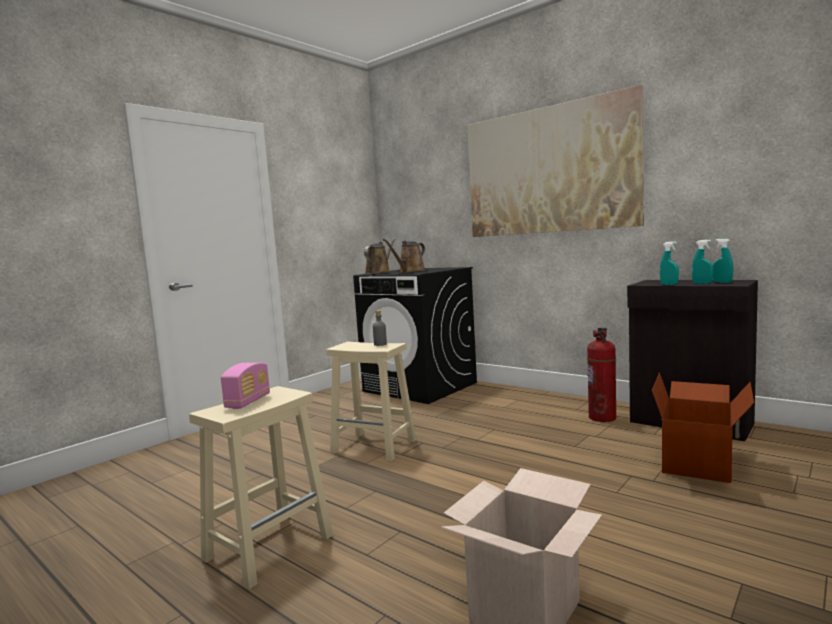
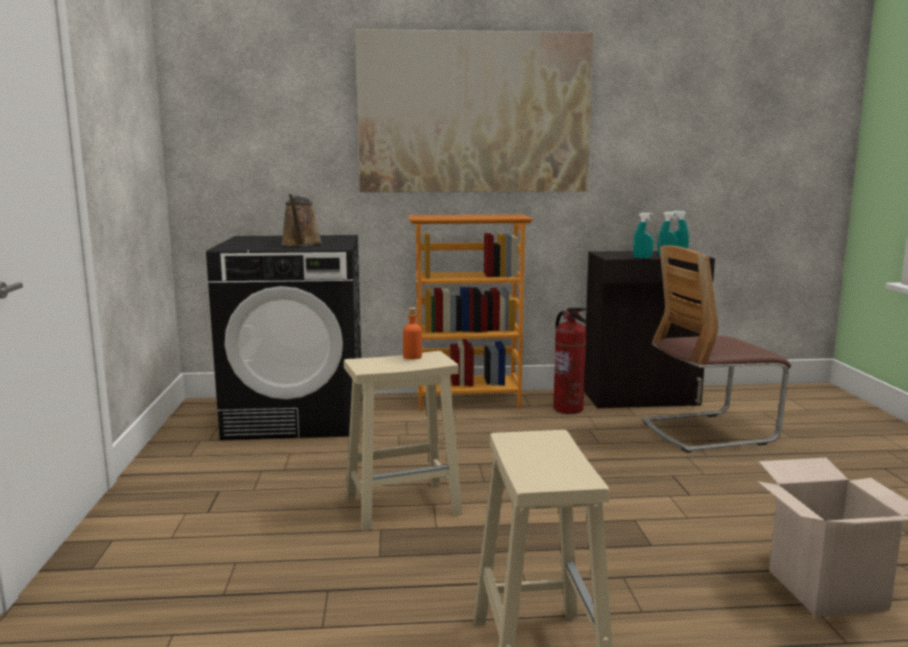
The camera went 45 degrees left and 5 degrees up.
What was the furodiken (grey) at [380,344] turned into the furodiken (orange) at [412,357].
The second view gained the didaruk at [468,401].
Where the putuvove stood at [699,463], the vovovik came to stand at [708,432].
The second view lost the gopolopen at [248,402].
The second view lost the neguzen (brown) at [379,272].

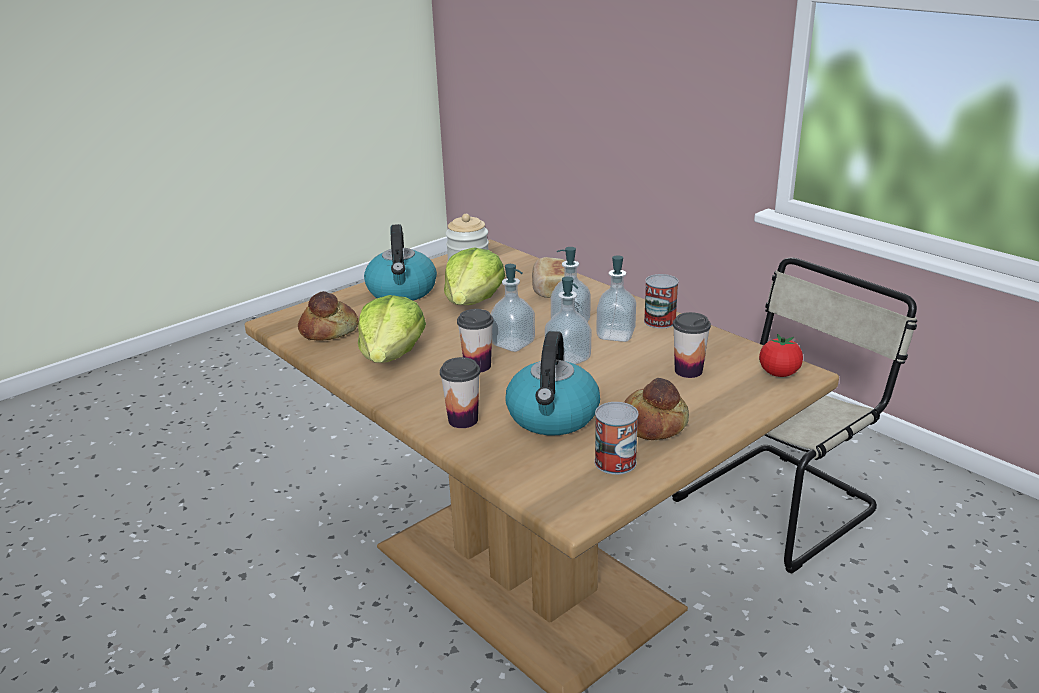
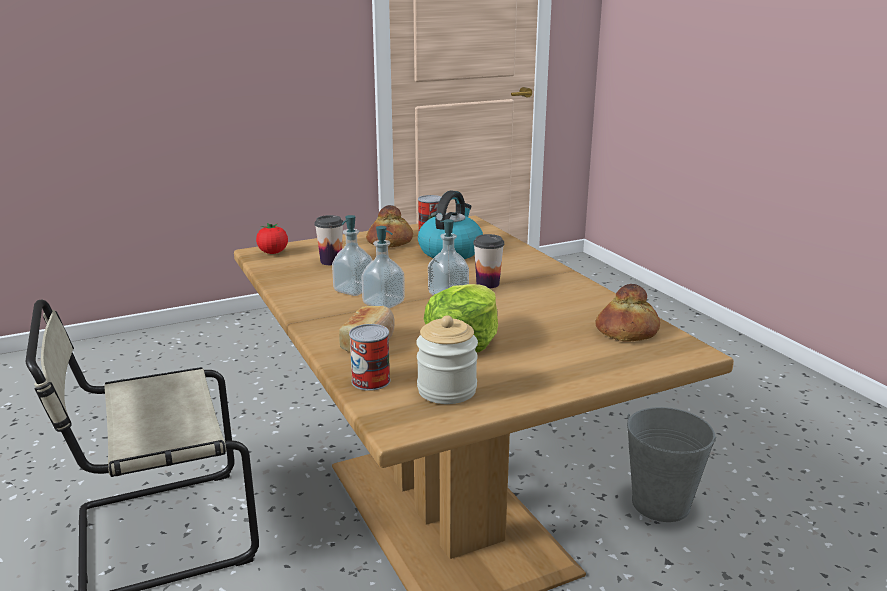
The camera went 165 degrees left and 5 degrees down.
The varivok ended up elsewhere, having gone from [660,321] to [371,381].
The second view gained the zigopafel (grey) at [660,503].
The second view lost the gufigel at [392,355].
The second view lost the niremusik at [402,291].
The second view lost the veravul at [463,420].
The second view lost the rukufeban at [567,359].

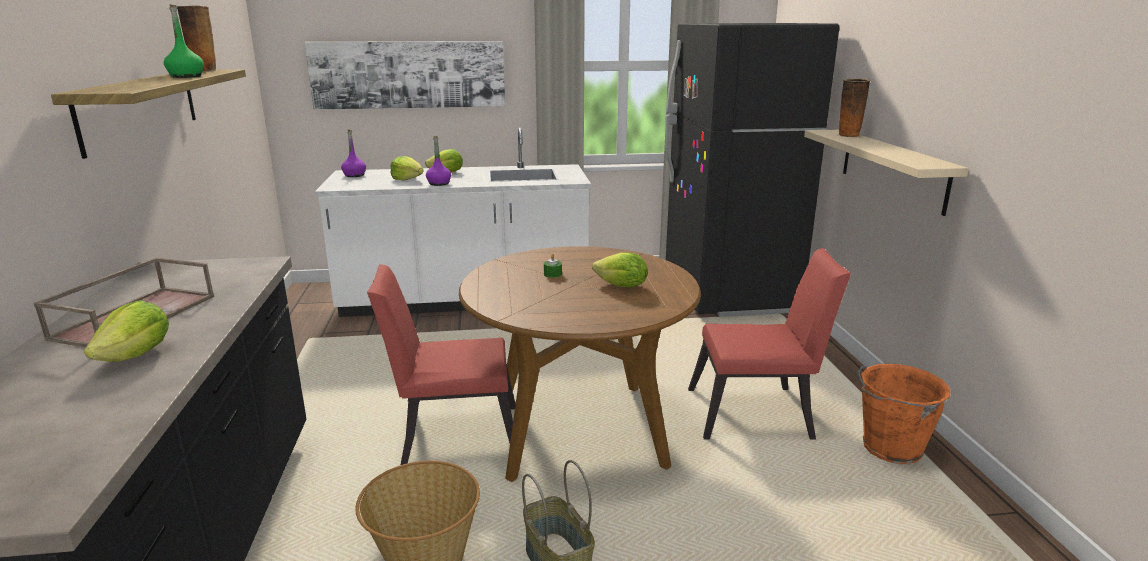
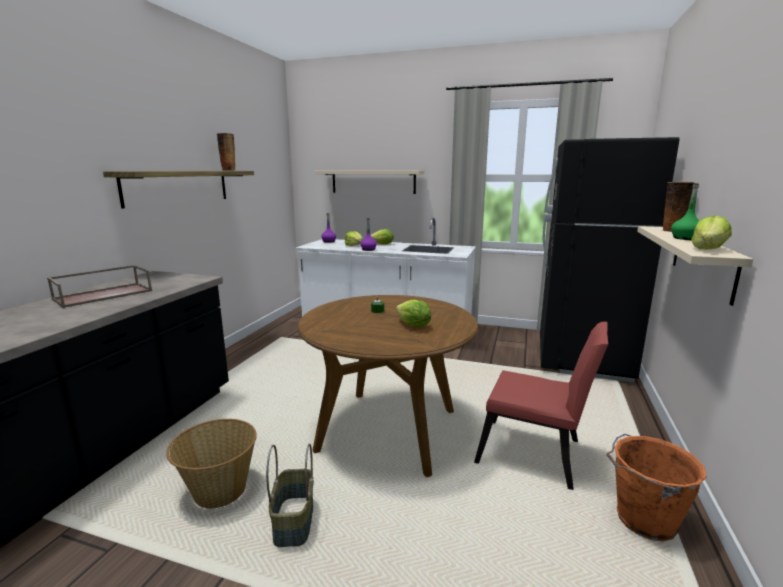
The camera went 25 degrees right and 5 degrees down.
Where the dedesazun hung at [408,74], the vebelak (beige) came to hang at [373,181].
The furodiken (green) ended up elsewhere, having gone from [186,76] to [686,238].
The gufigel ended up elsewhere, having gone from [137,355] to [708,249].
The second view lost the vovovik (red) at [452,437].

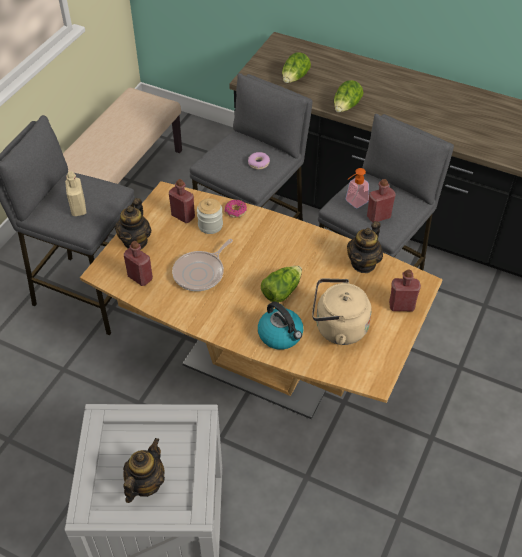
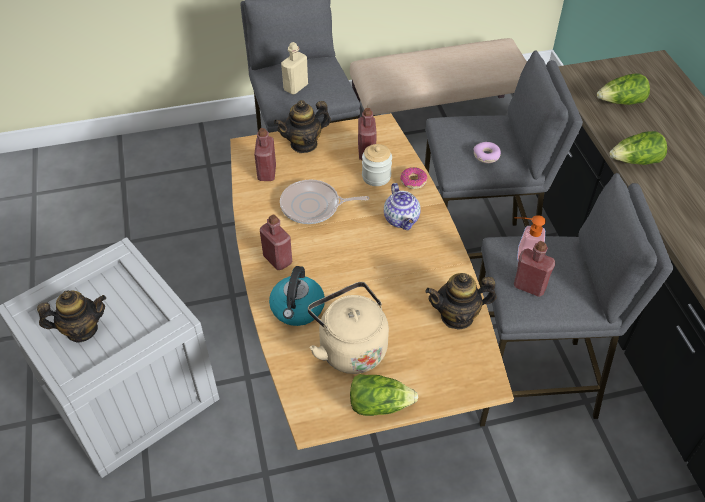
The camera went 50 degrees right and 0 degrees up.
The furodiken (red) ended up elsewhere, having gone from [401,306] to [277,259].
The gufigel ended up elsewhere, having gone from [281,291] to [379,404].
The second view gained the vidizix at [402,220].

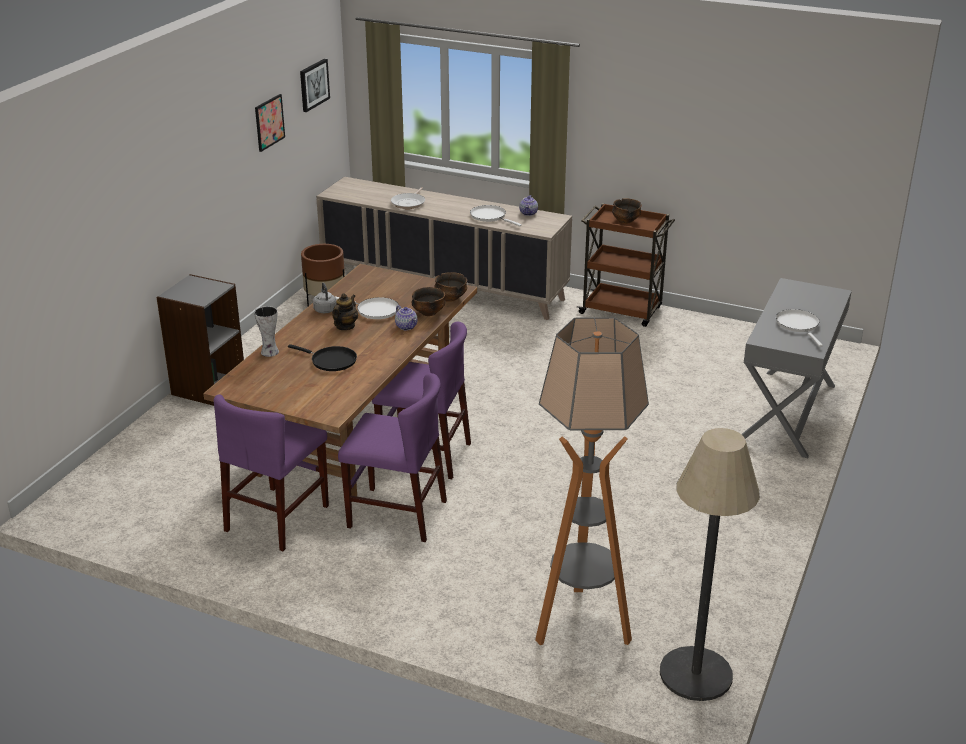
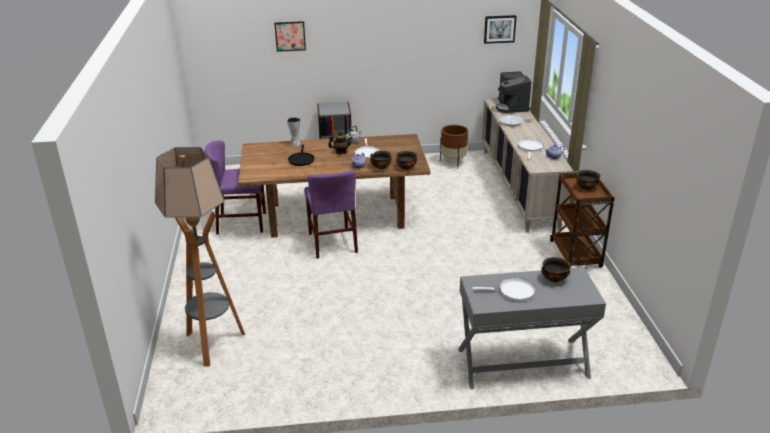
The camera went 60 degrees right and 0 degrees up.
The dedesazun ended up elsewhere, having gone from [269,122] to [290,36].
The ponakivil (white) at [798,325] ended up facing another way, 45 degrees clockwise from before.
The second view gained the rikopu at [512,107].
The second view gained the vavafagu at [554,279].
The second view lost the vovovik (purple) at [397,514].
The second view lost the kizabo at [695,674].

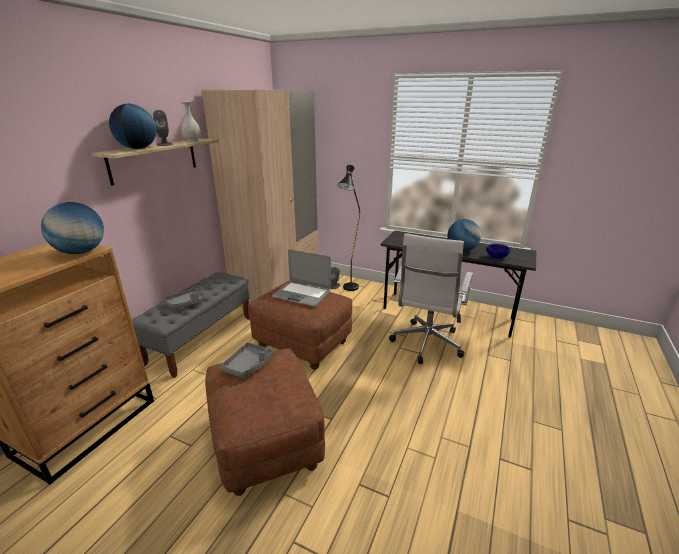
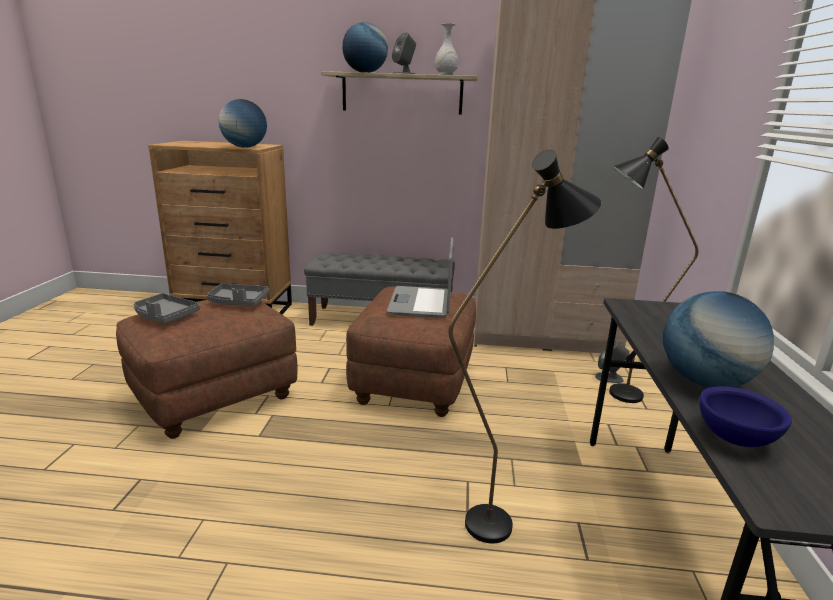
The camera went 70 degrees right and 5 degrees down.
The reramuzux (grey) ended up elsewhere, having gone from [186,303] to [165,316].
Where the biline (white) stood at [426,345], the kizabo (black) came to stand at [503,519].

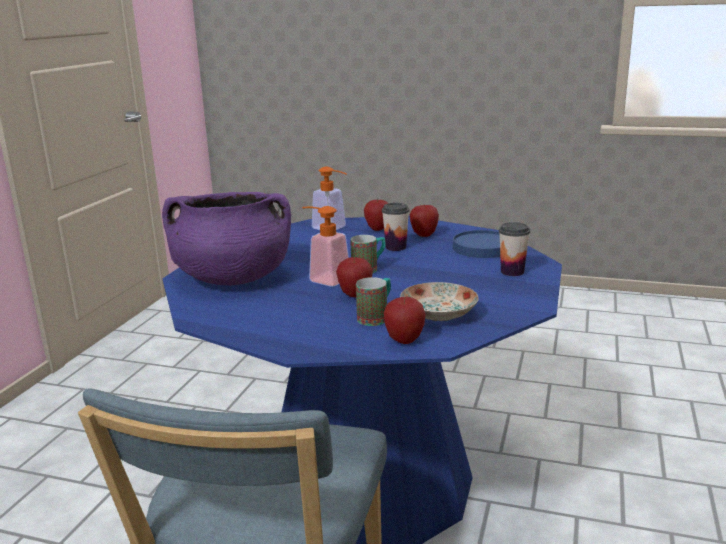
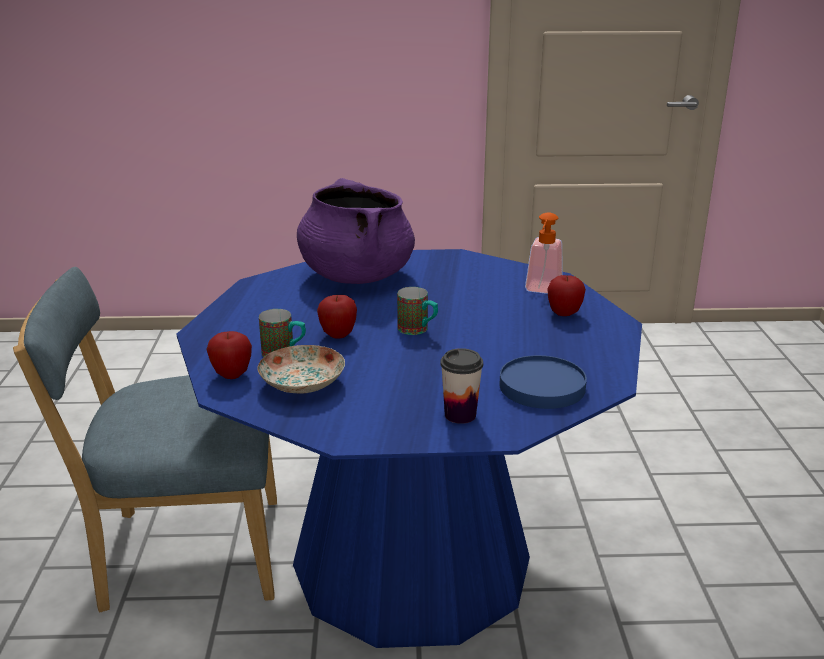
The camera went 70 degrees right and 5 degrees up.
The second view lost the rukufeban at [324,279].
The second view lost the veravul at [396,247].
The second view lost the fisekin at [424,235].

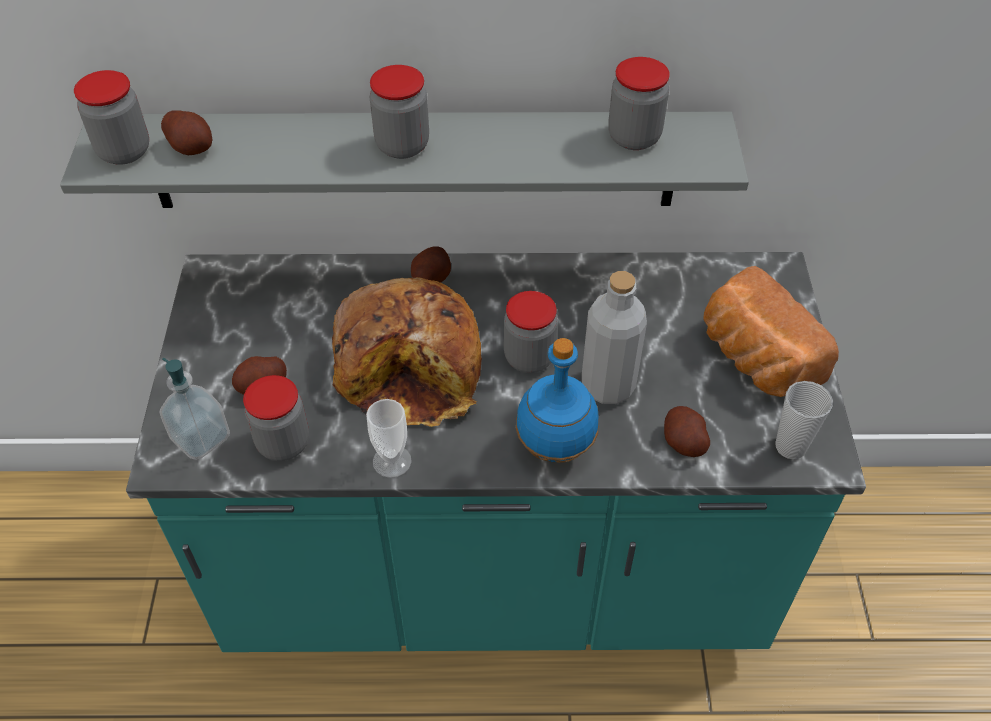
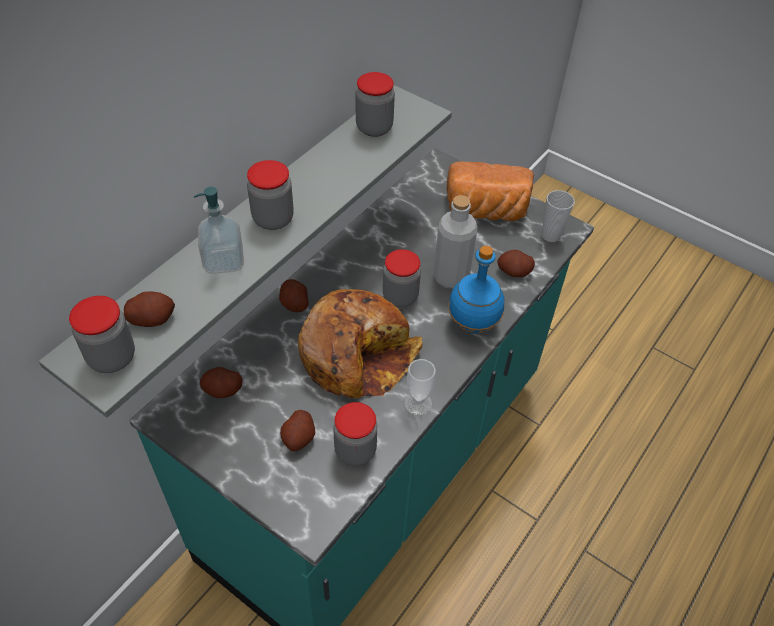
The camera went 55 degrees left and 0 degrees up.
The rukufeban ended up elsewhere, having gone from [201,438] to [224,261].
The second view gained the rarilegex at [223,390].

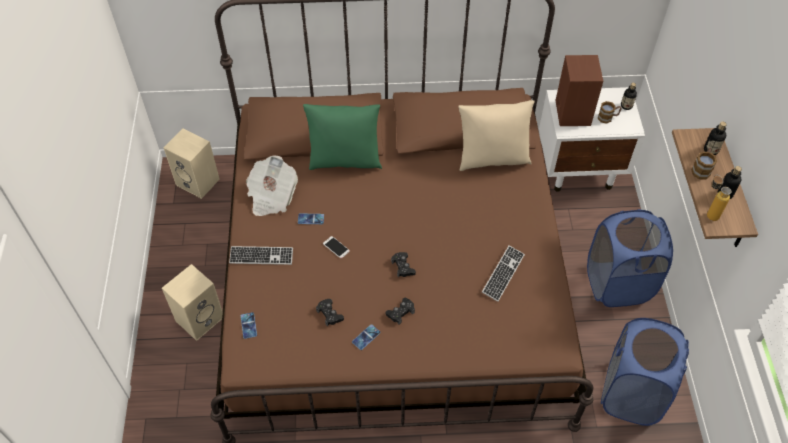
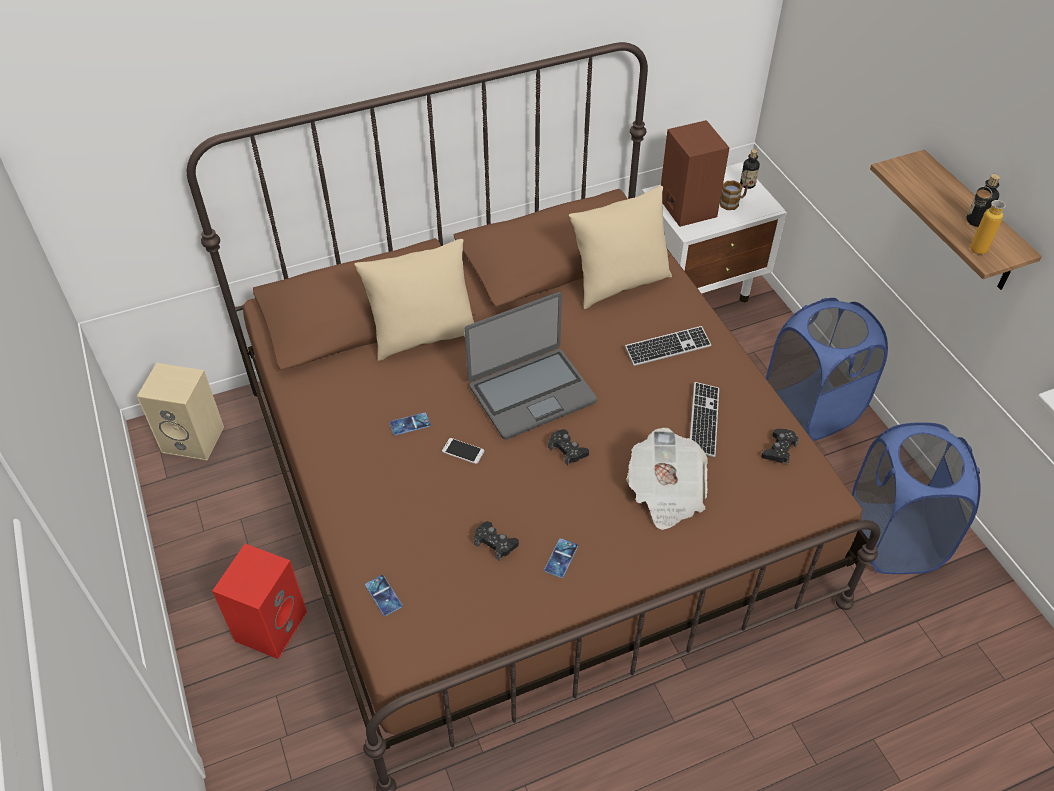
The camera went 20 degrees left and 5 degrees down.
What was the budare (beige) at [200,317] turned into the budare (red) at [271,624].
What was the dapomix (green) at [345,160] turned into the dapomix (beige) at [423,336].
The second view gained the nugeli at [531,393].
The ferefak ended up elsewhere, having gone from [261,256] to [667,347].
The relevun ended up elsewhere, having gone from [271,196] to [665,493].
The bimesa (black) ended up elsewhere, having gone from [400,312] to [779,449].
The second view lost the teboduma at [701,169].
The second view lost the furodiken at [711,150].

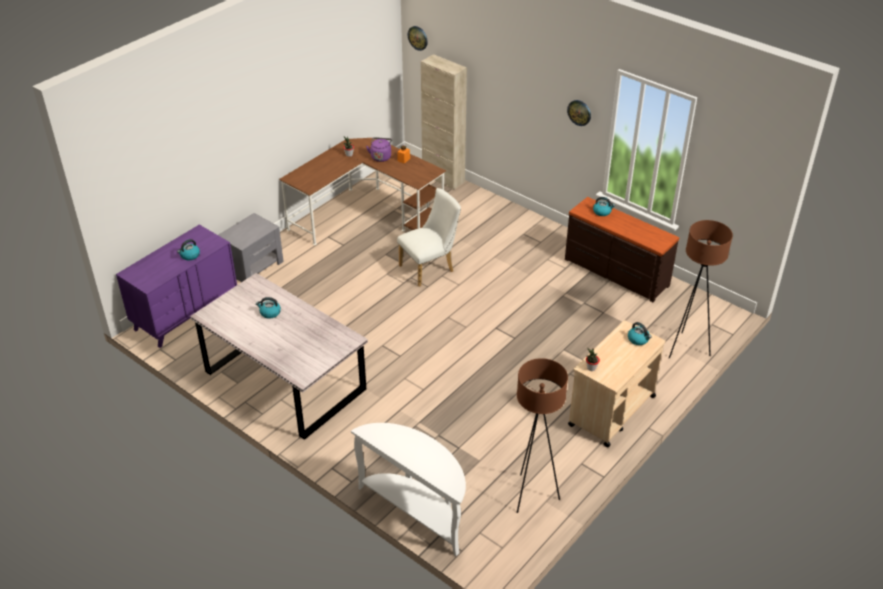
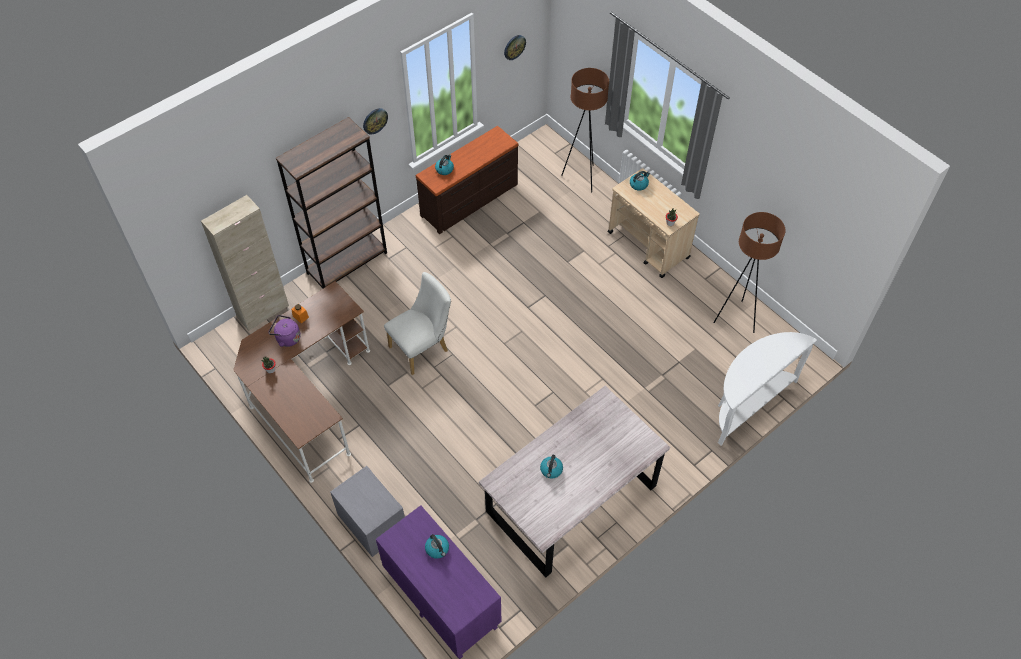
The camera went 80 degrees left and 15 degrees up.
The second view gained the didaruk (brown) at [347,263].
The vovovik (white) at [430,268] ended up facing another way, 75 degrees clockwise from before.
The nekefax ended up elsewhere, having gone from [418,38] to [514,47].

